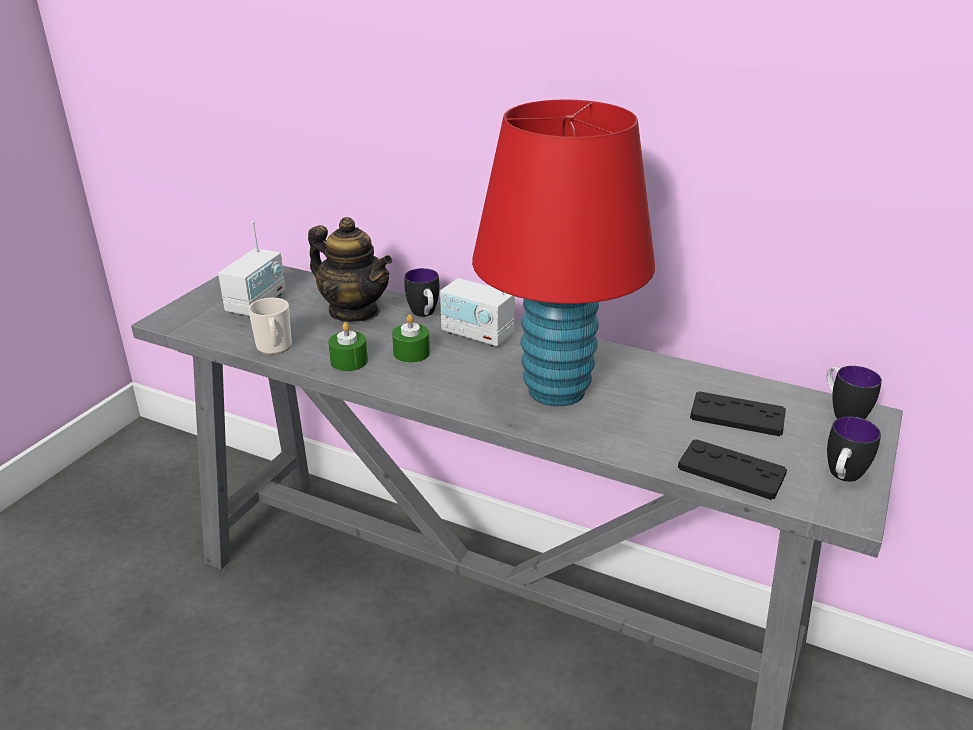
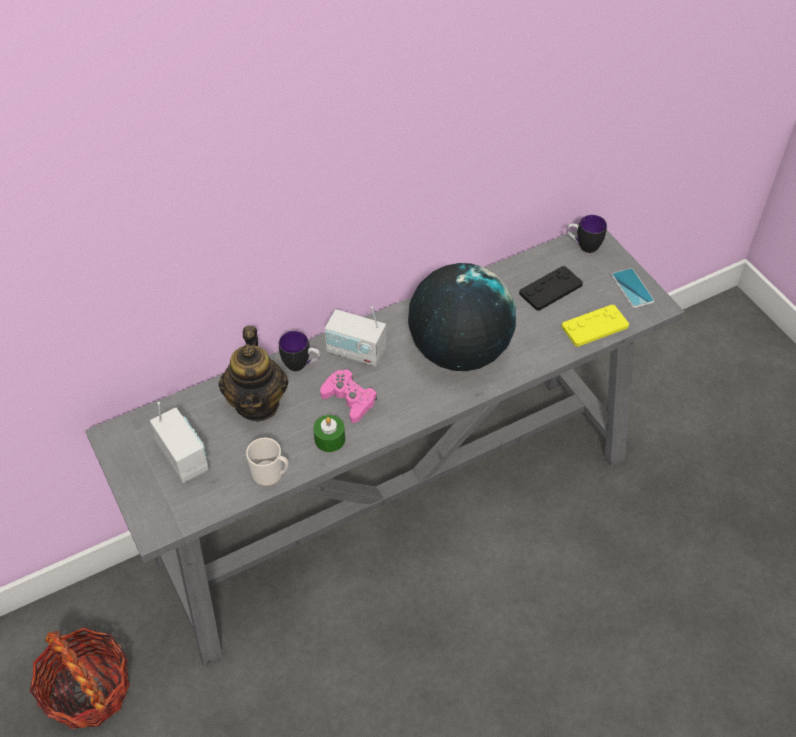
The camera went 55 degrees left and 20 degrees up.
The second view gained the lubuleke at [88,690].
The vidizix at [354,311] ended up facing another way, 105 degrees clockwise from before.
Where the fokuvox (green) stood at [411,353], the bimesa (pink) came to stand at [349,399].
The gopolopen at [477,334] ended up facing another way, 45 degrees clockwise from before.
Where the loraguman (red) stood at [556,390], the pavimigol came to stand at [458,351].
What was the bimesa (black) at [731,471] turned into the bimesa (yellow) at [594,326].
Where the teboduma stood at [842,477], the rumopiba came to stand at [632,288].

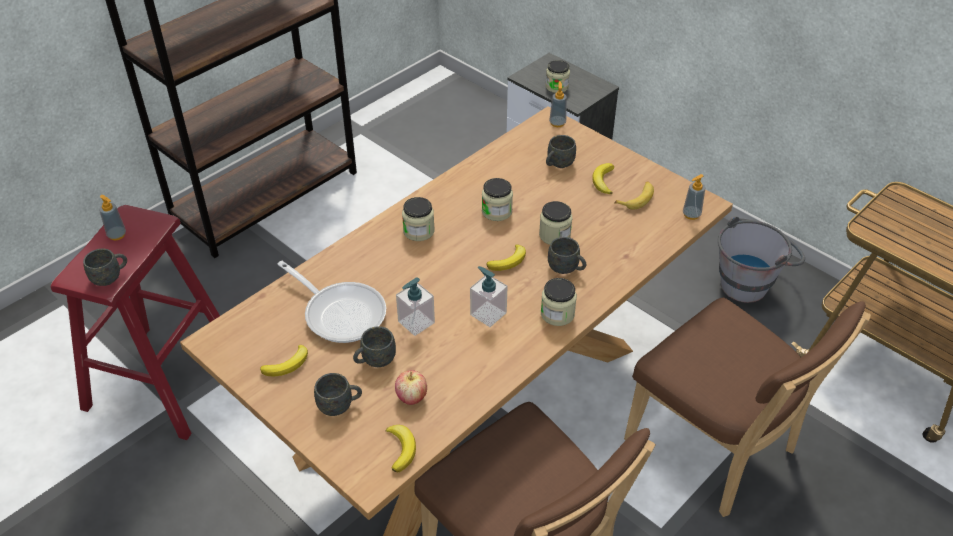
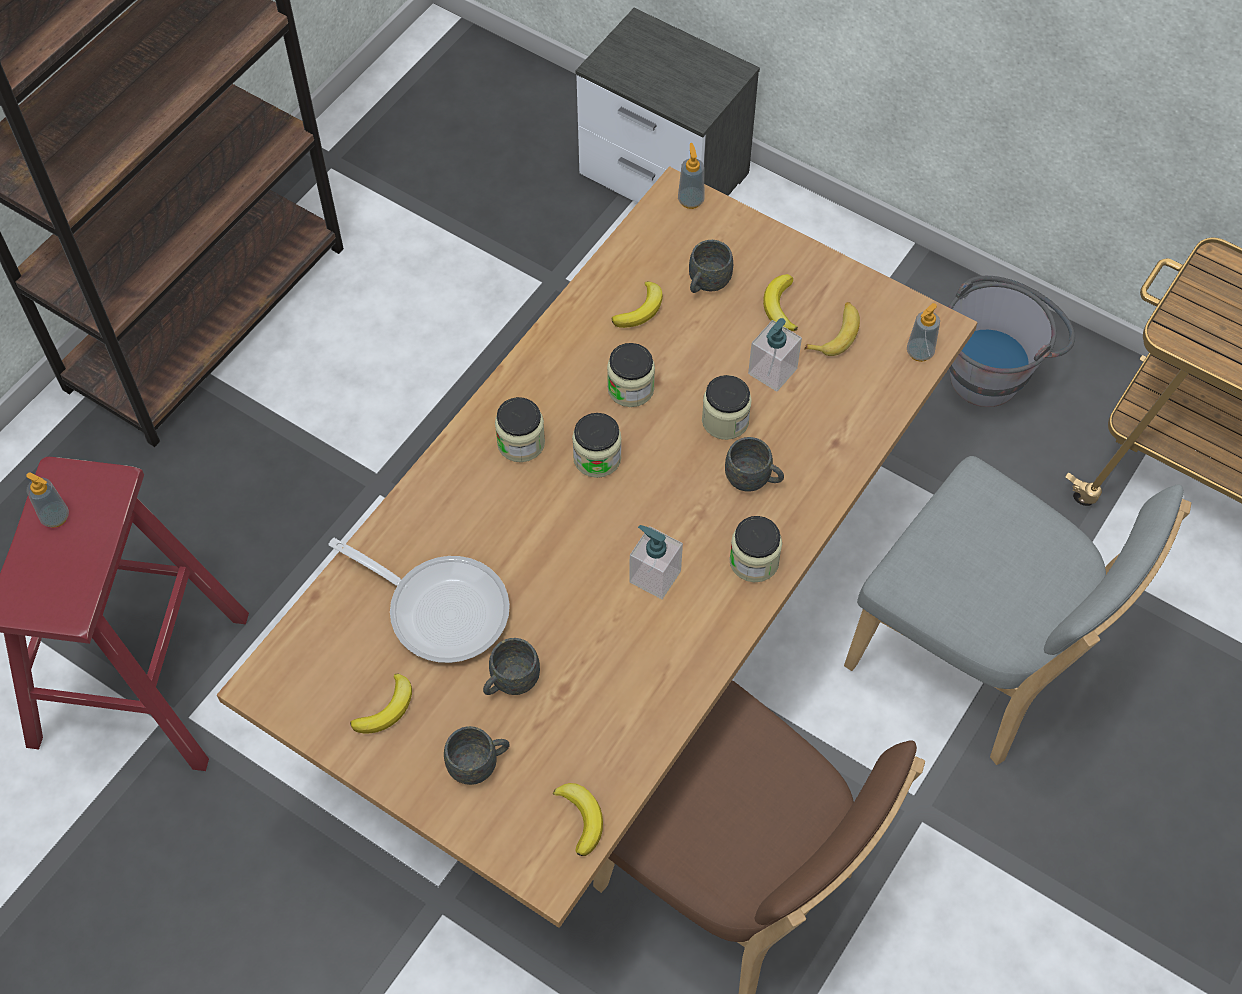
The camera went 10 degrees left and 15 degrees up.
The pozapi ended up elsewhere, having gone from [557,87] to [597,458].
The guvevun ended up elsewhere, having gone from [508,261] to [640,309].
The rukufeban ended up elsewhere, having gone from [416,322] to [772,371].
What was the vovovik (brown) at [716,450] turned into the vovovik (grey) at [975,662].
The second view lost the teboduma (grey) at [110,277].
The second view lost the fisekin at [411,397].

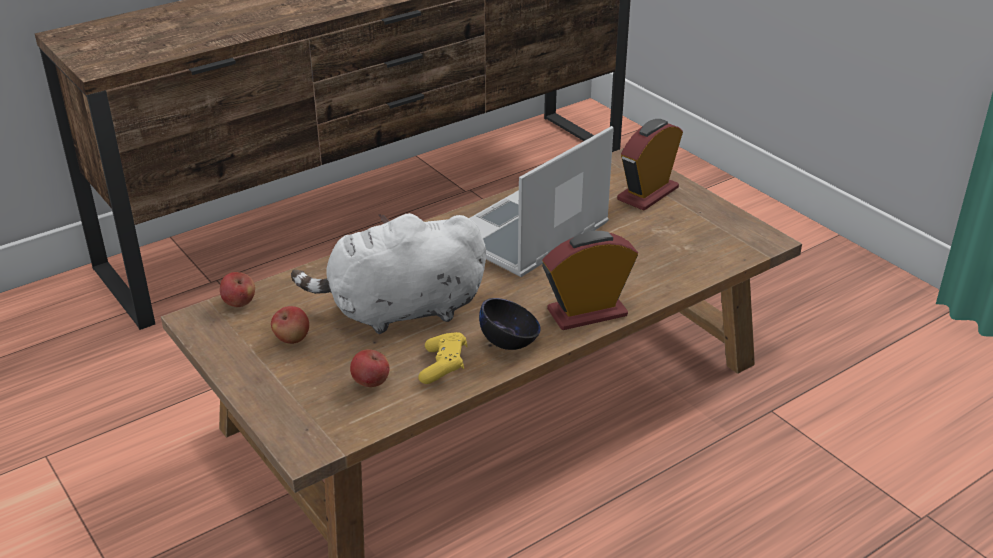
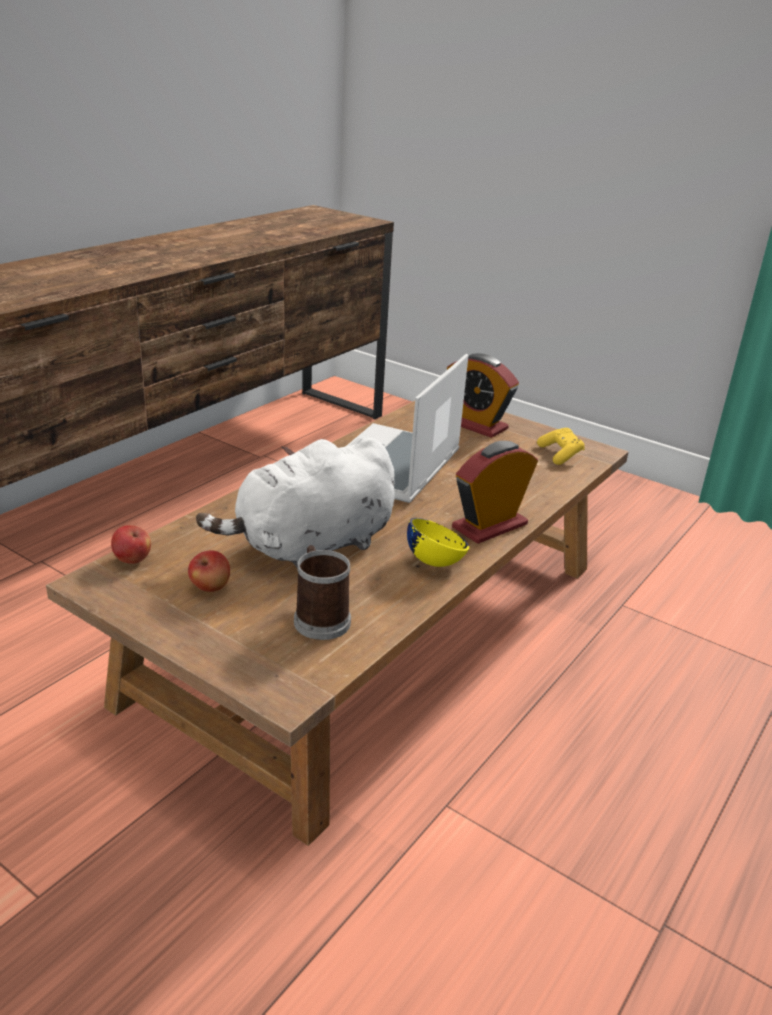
The camera went 20 degrees left and 5 degrees down.
Where the fisekin stood at [371,383], the teboduma came to stand at [319,618].
What was the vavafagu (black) at [509,343] turned into the vavafagu (yellow) at [435,561].
The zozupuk at [648,194] ended up facing another way, 75 degrees counterclockwise from before.
The bimesa (yellow) ended up elsewhere, having gone from [444,367] to [560,454].

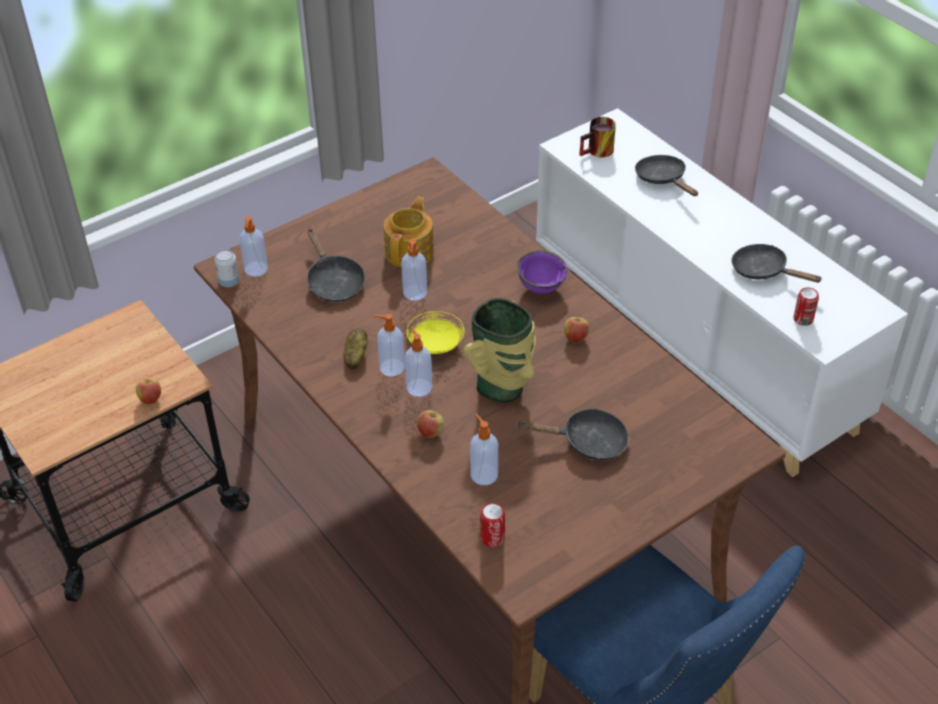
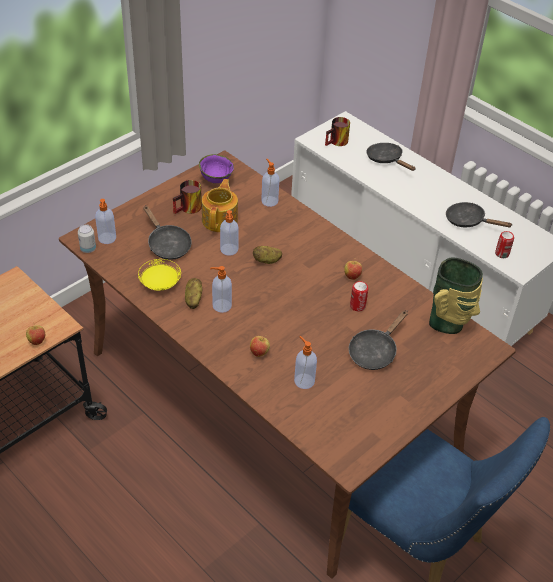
The camera went 10 degrees left and 0 degrees up.
The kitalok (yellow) ended up elsewhere, having gone from [435,344] to [160,283].
The second view gained the teboduma at [189,209].
The vavafagu (purple) ended up elsewhere, having gone from [541,287] to [216,180].
The second view gained the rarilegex at [267,261].
The rukufeban ended up elsewhere, having gone from [419,386] to [269,201].
The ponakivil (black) at [587,442] ended up facing another way, 135 degrees clockwise from before.
The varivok ended up elsewhere, having gone from [492,538] to [357,306].
The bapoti ended up elsewhere, having gone from [502,389] to [448,324].

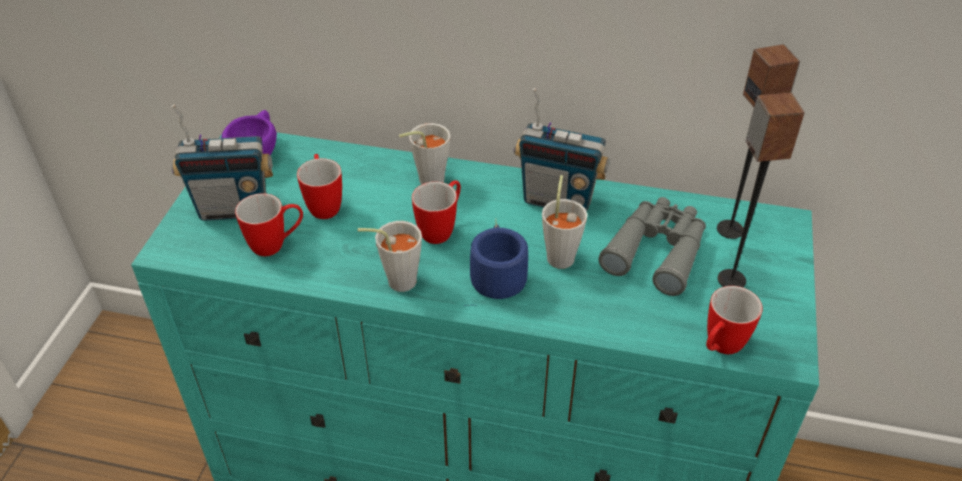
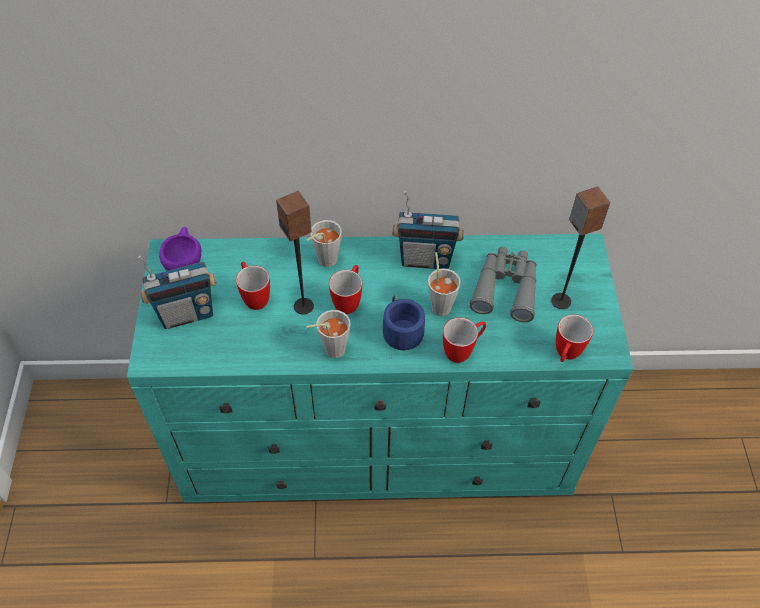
The camera went 15 degrees left and 10 degrees up.
The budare ended up elsewhere, having gone from [730,229] to [304,306].
The teboduma ended up elsewhere, having gone from [276,244] to [463,350].

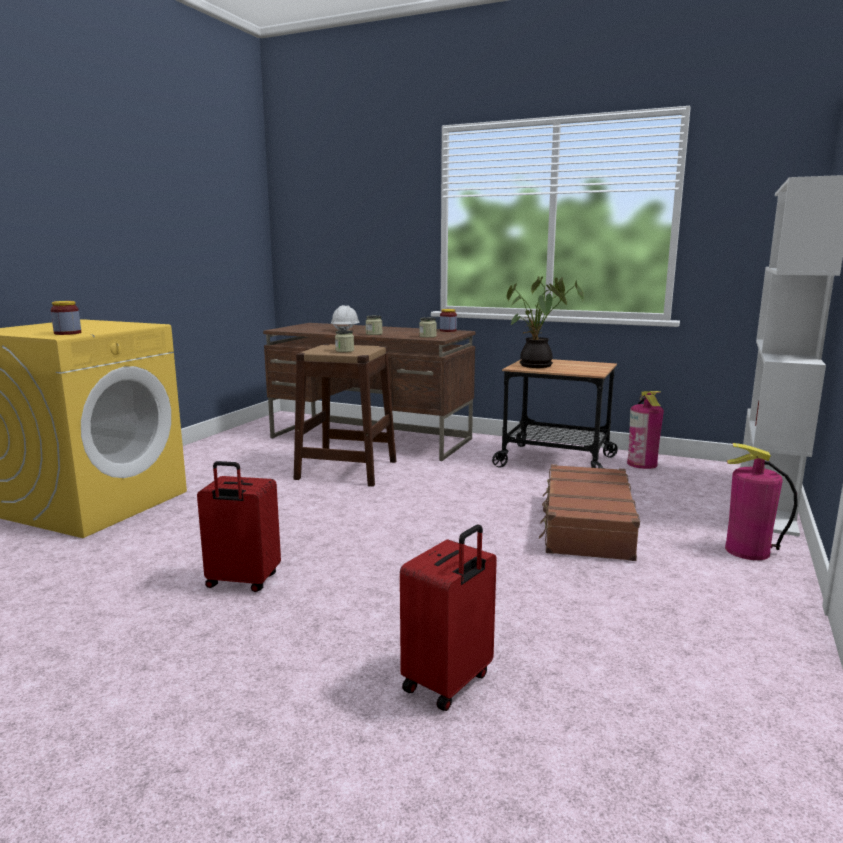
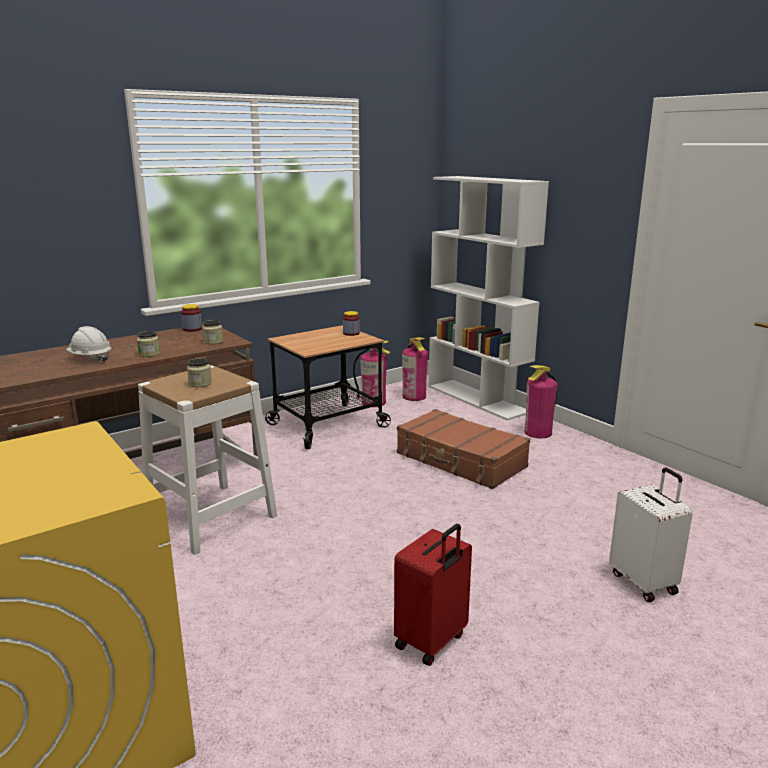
The camera went 60 degrees left and 5 degrees up.
What was the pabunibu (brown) at [347,470] turned into the pabunibu (white) at [211,517].
The pozapi ended up elsewhere, having gone from [67,333] to [351,333].
The second view gained the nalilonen at [414,396].
What was the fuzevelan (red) at [449,683] turned into the fuzevelan (white) at [644,582].
The second view lost the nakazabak at [537,366].

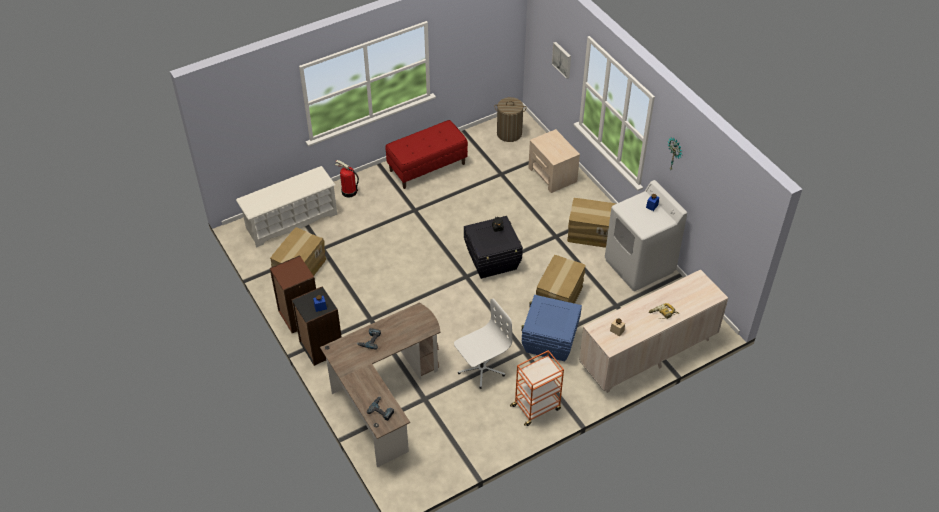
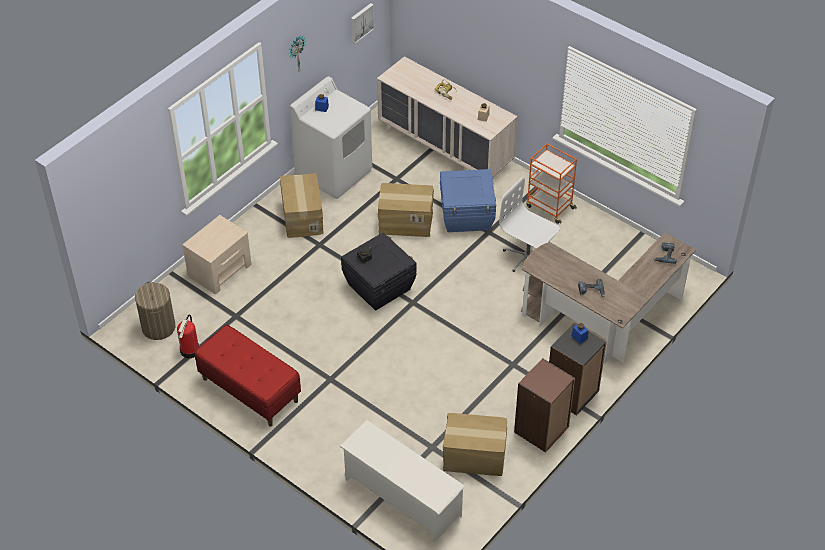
The camera went 110 degrees left and 0 degrees up.
The nalilonen ended up elsewhere, having gone from [349,192] to [190,350].
The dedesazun ended up elsewhere, having gone from [562,59] to [361,22].

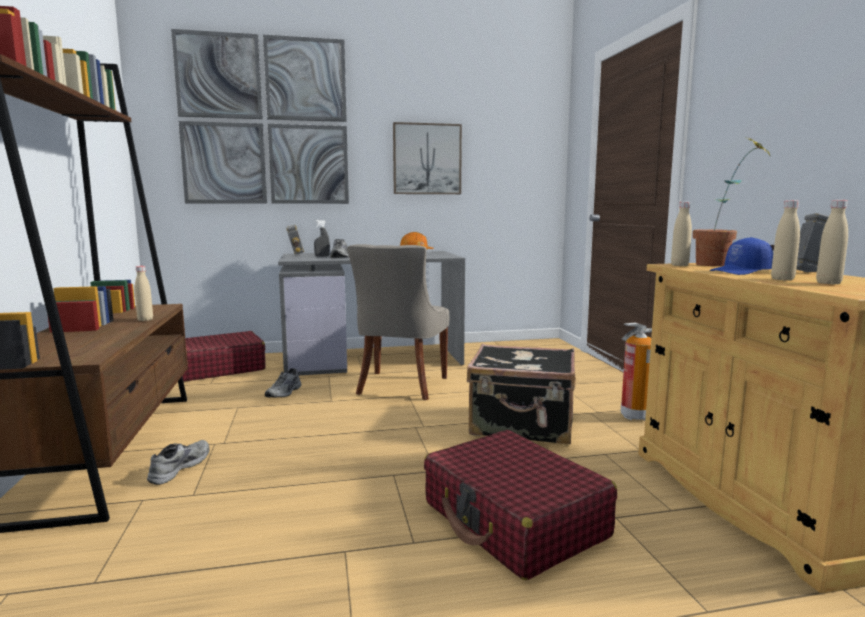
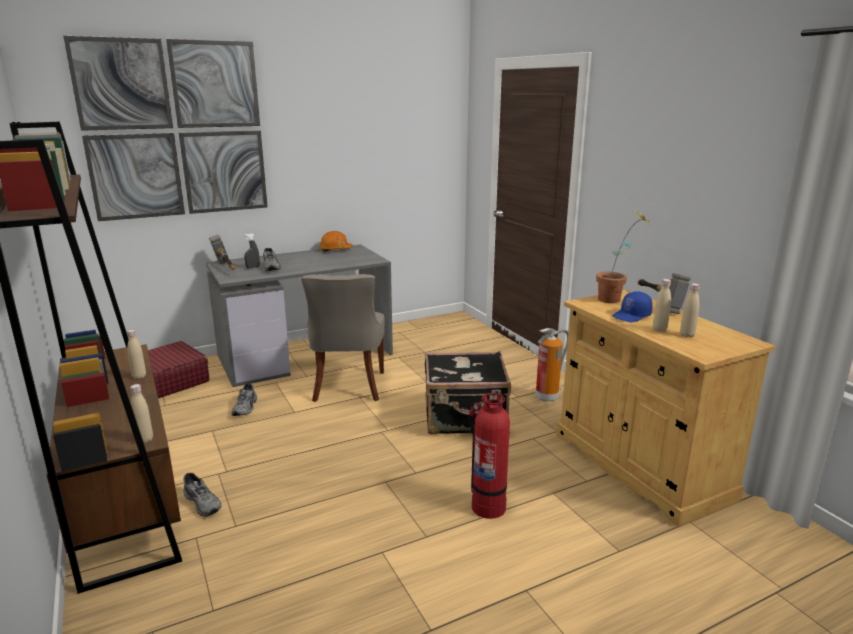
The camera went 15 degrees left and 10 degrees up.
The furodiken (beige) ended up elsewhere, having gone from [679,265] to [145,440].
The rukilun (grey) at [178,467] ended up facing another way, 135 degrees clockwise from before.
Where the fuzevelan (red) stood at [514,520], the nalilonen came to stand at [488,506].
The second view lost the dedesazun at [427,159].

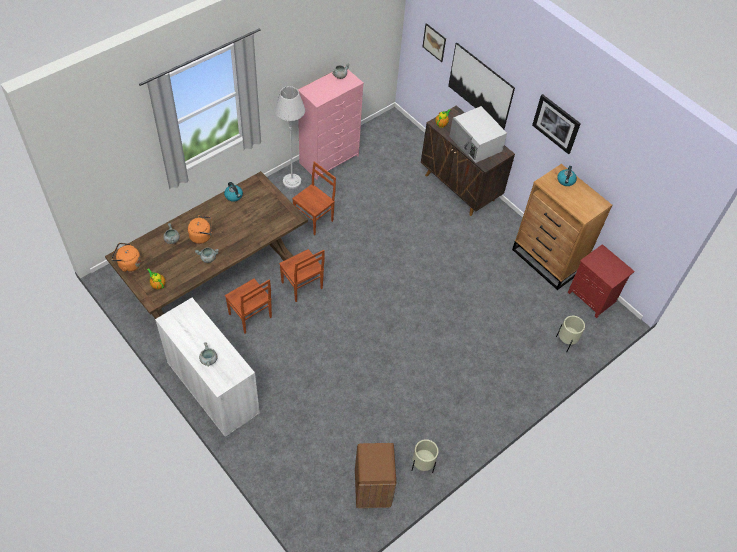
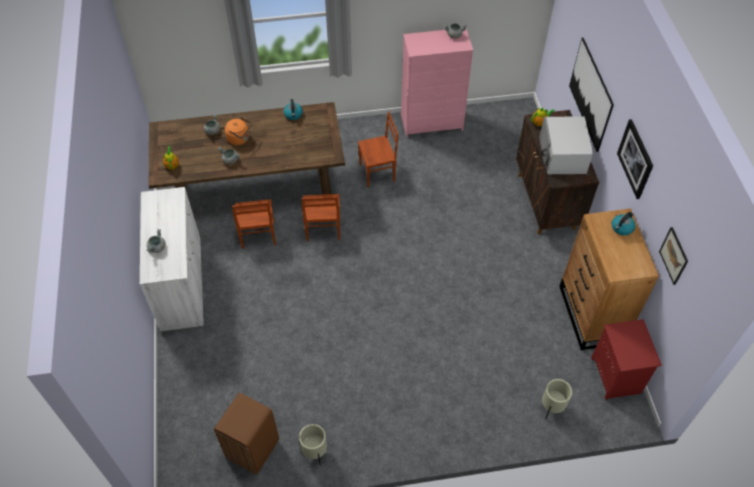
The camera went 35 degrees right and 0 degrees up.
The dedesazun ended up elsewhere, having gone from [434,42] to [674,256].
The second view lost the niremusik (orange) at [128,264].
The second view lost the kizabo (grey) at [292,181].

